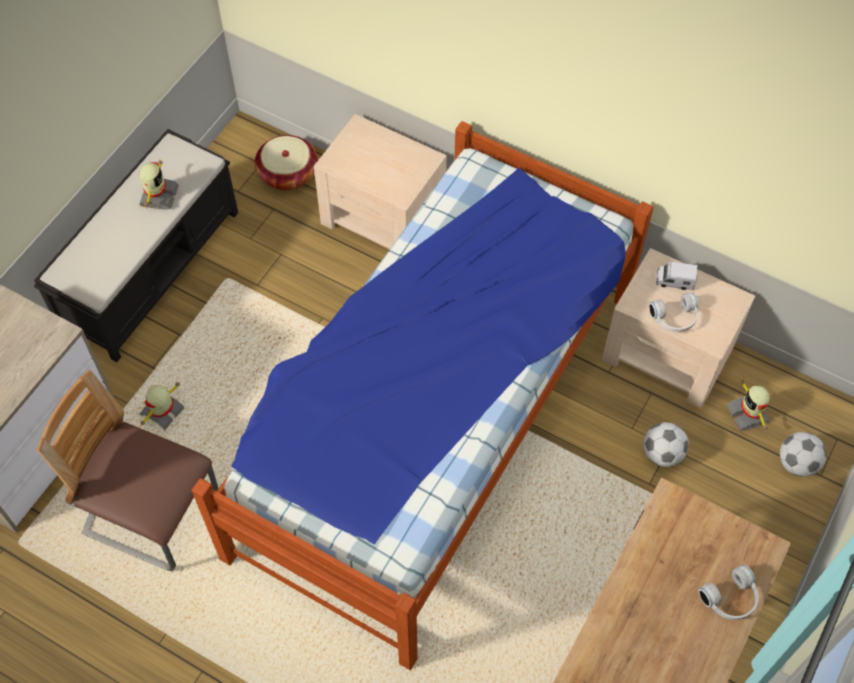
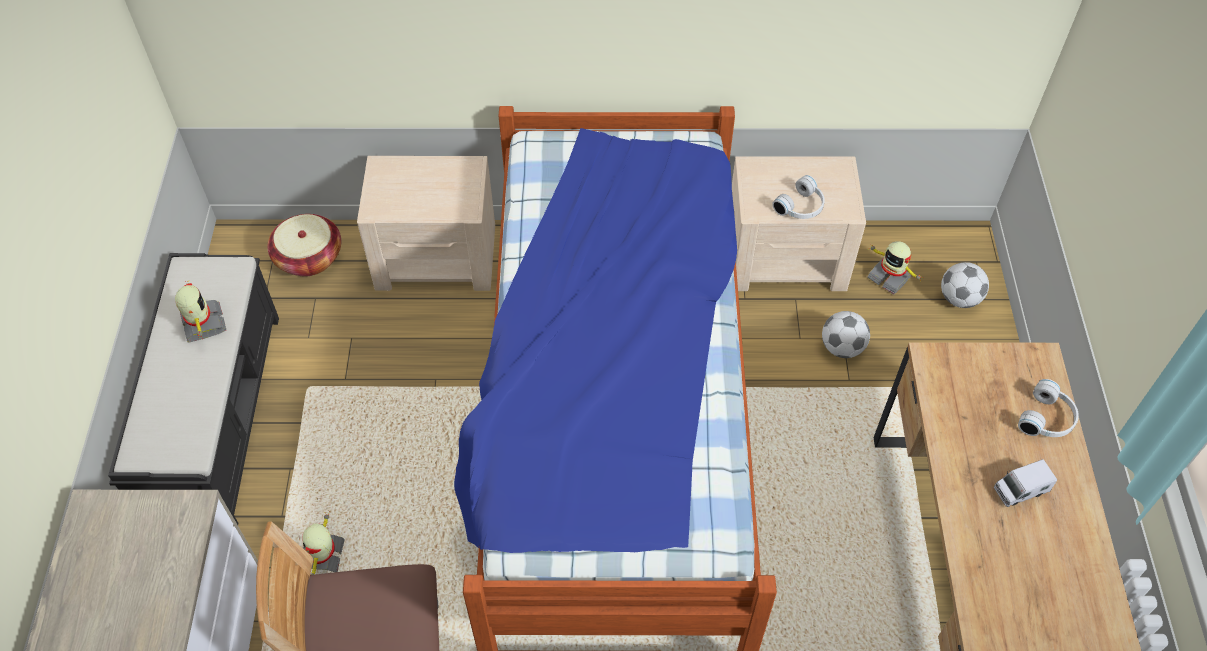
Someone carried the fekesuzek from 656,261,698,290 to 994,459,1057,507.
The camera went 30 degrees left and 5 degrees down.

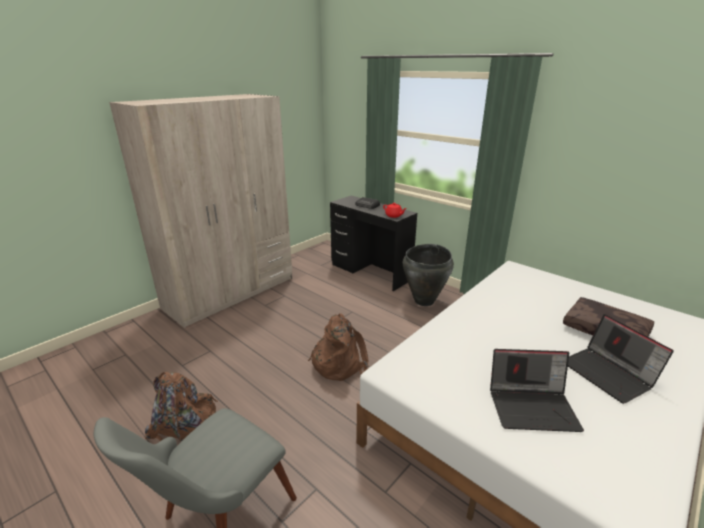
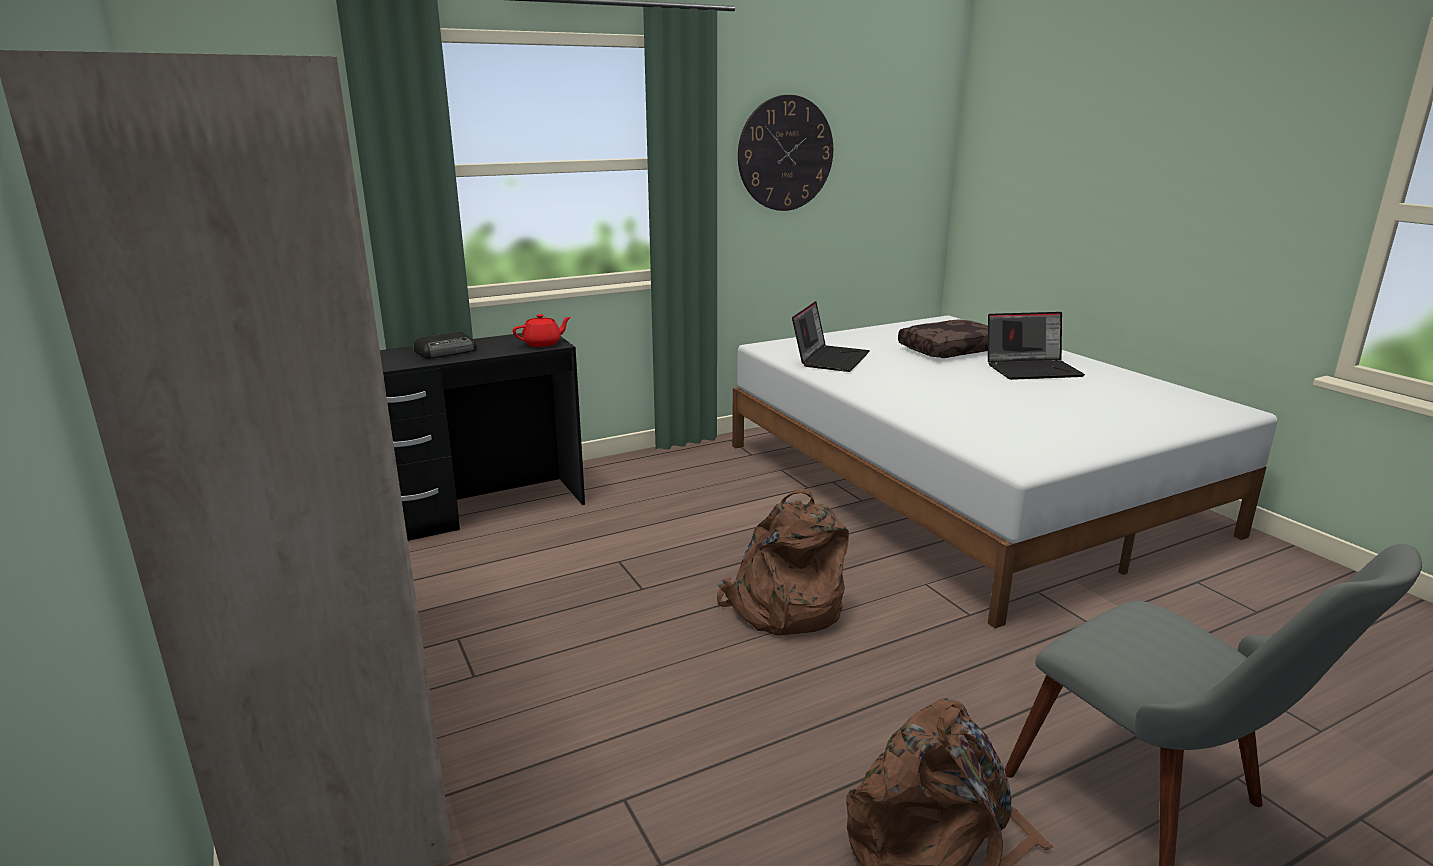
Someone took away the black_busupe at 403,244,454,306.
Someone carried the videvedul from 490,349,584,432 to 792,301,870,372.
Someone put up the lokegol at 738,95,833,211.
The camera went 70 degrees left and 5 degrees down.

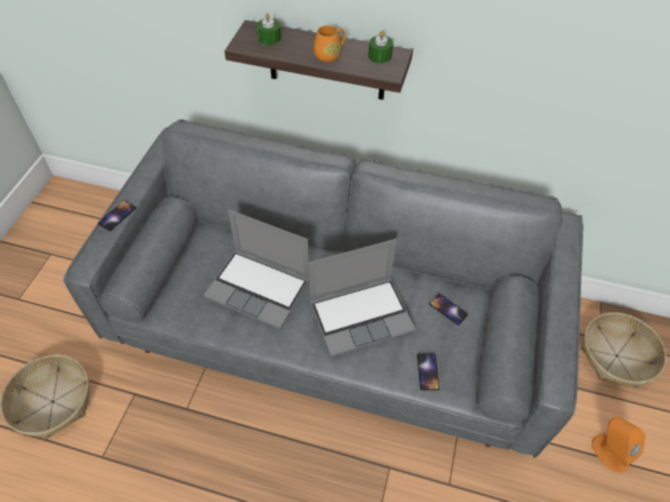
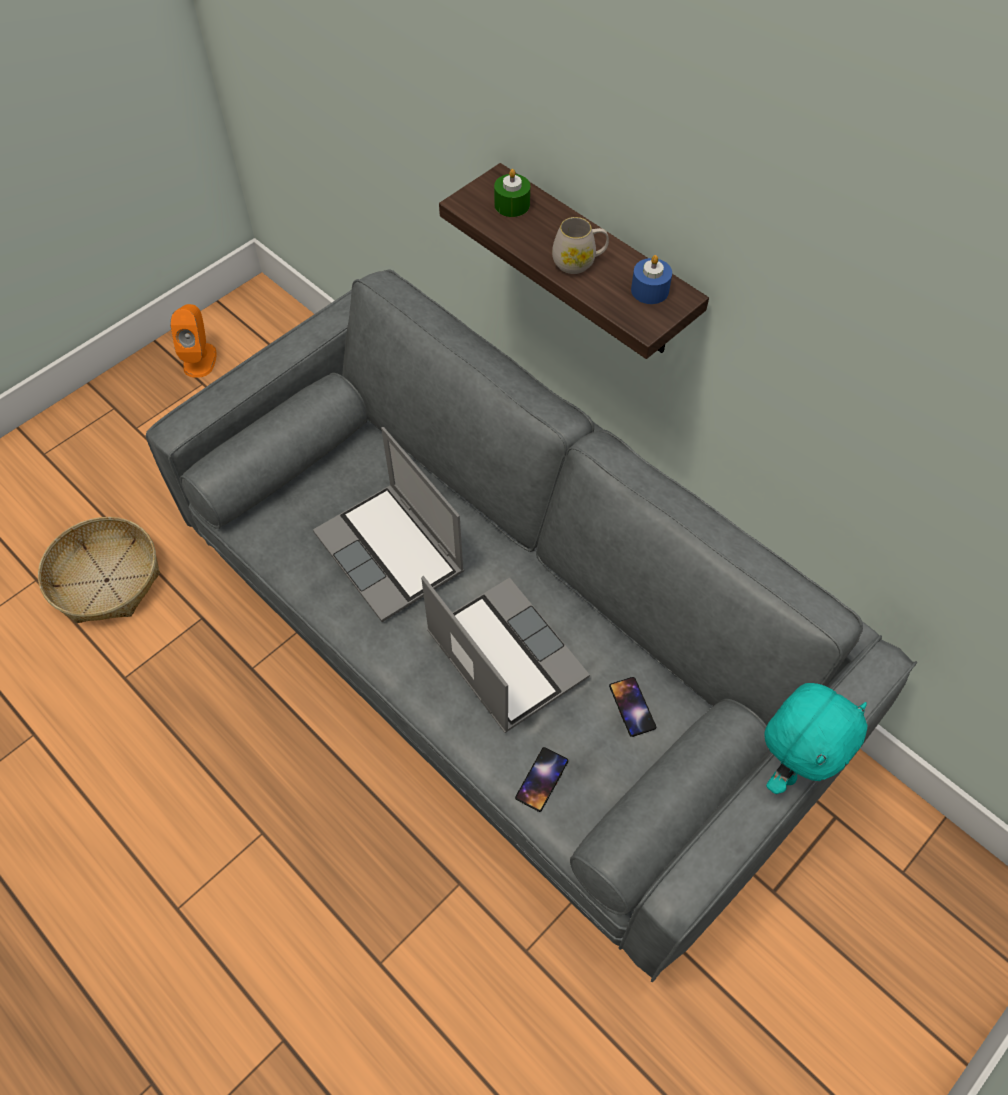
Someone took away the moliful at 98,201,136,231.
Someone rotated the videvedul at 309,239,416,357 by 135 degrees counterclockwise.
Someone repainted the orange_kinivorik at 314,25,346,62, which became the white_kinivorik at 552,217,609,274.
Someone repainted the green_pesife at 368,31,393,63, which became the blue_pesife at 631,255,672,304.
Someone took away the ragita at 581,312,666,388.
Someone carried the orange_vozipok from 591,417,645,473 to 170,304,217,378.
Someone put down the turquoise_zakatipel at 764,683,867,794.
The camera went 30 degrees right and 5 degrees up.

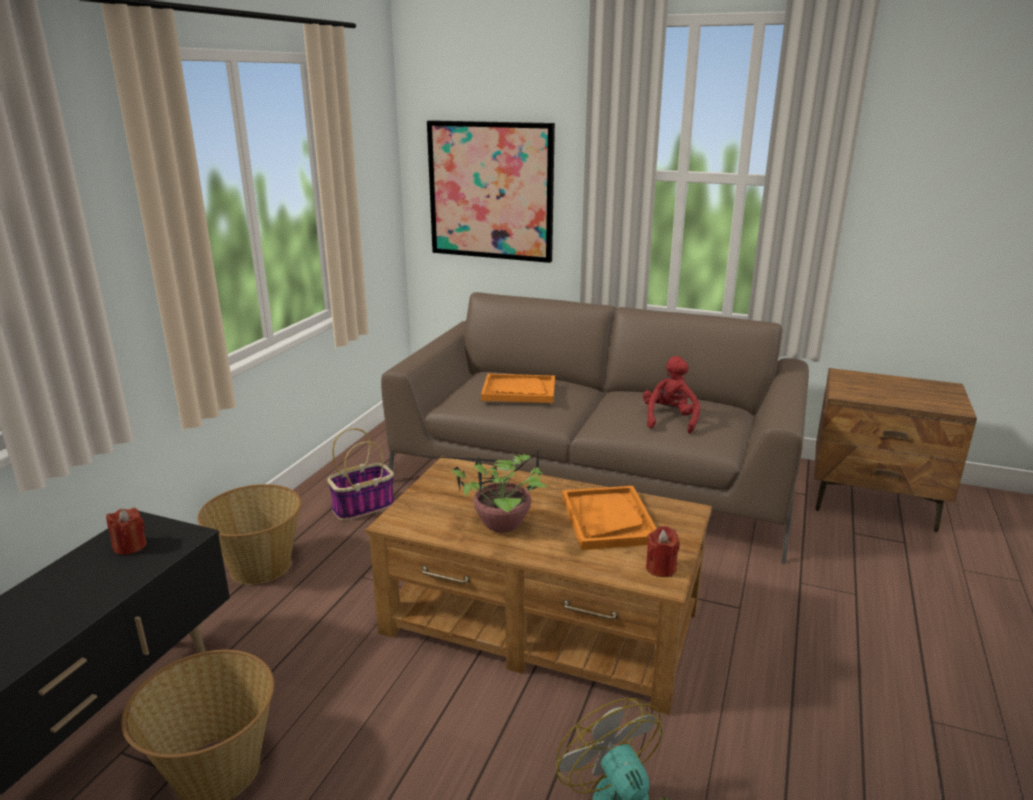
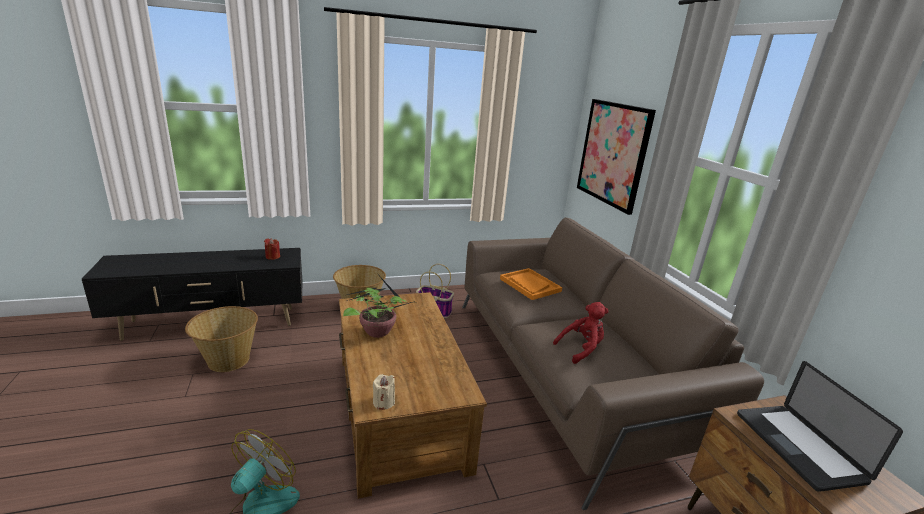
Someone took away the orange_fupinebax at 562,486,657,550.
Someone repainted the red_pesife at 646,526,680,577, which became the beige_pesife at 373,374,395,410.
Someone put down the videvedul at 737,361,903,492.
The camera went 50 degrees right and 0 degrees up.

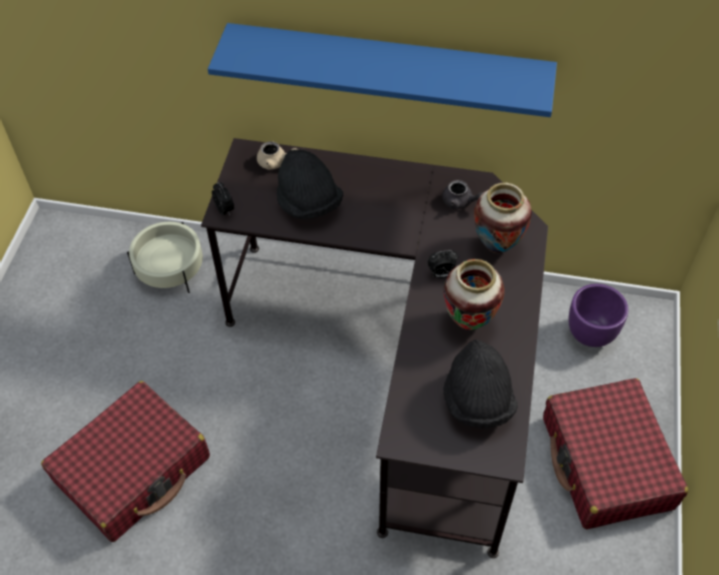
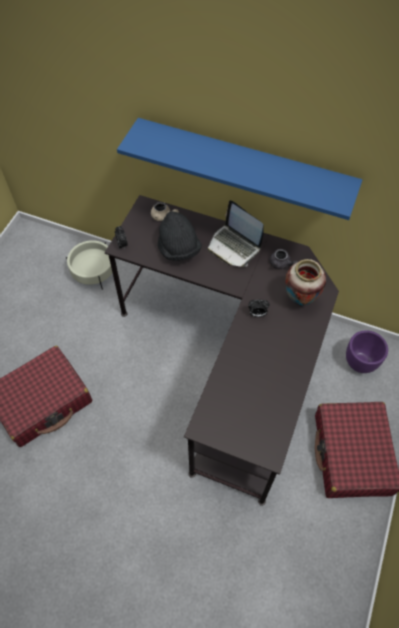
Someone took away the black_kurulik at 443,339,518,428.
Someone took away the busupe at 444,259,505,330.
Someone put down the videvedul at 207,200,263,267.
The camera went 10 degrees right and 5 degrees up.

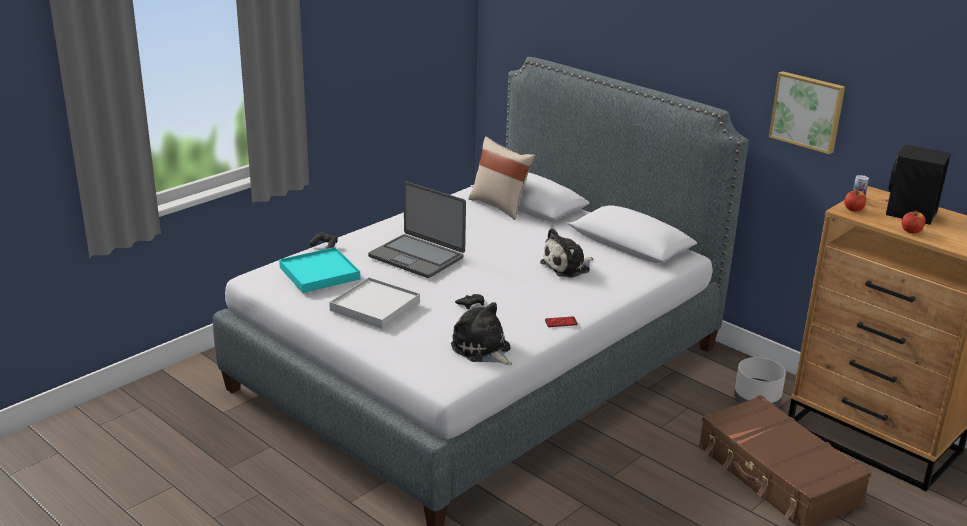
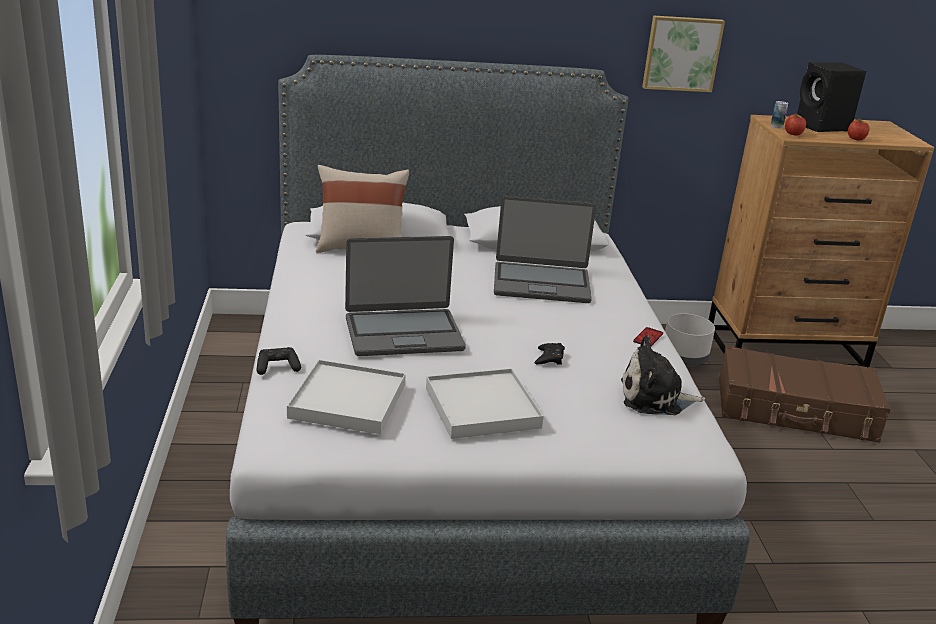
Someone repainted the turquoise_fupinebax at 279,247,360,293, which became the white_fupinebax at 287,360,406,435.
Someone swapped the zakatipel at 540,228,593,278 for the videvedul at 494,196,596,303.
The camera went 50 degrees left and 0 degrees up.

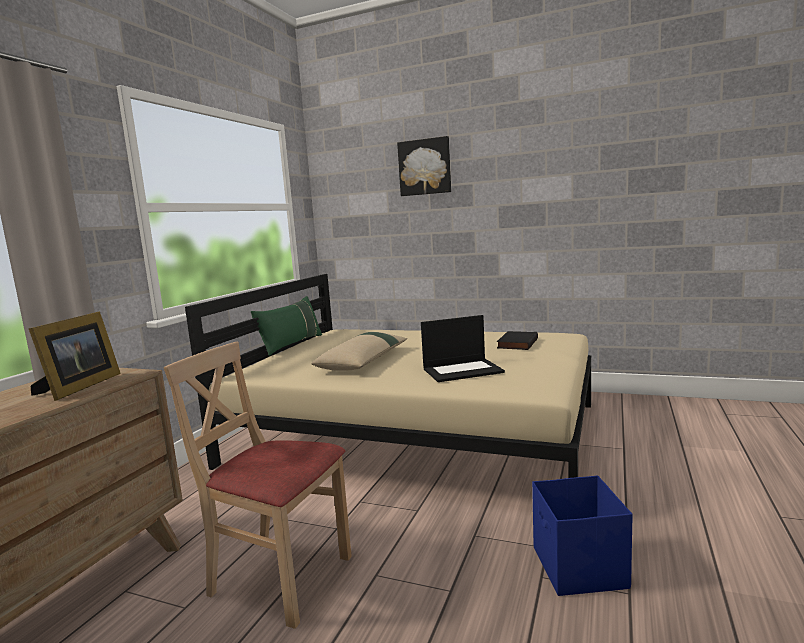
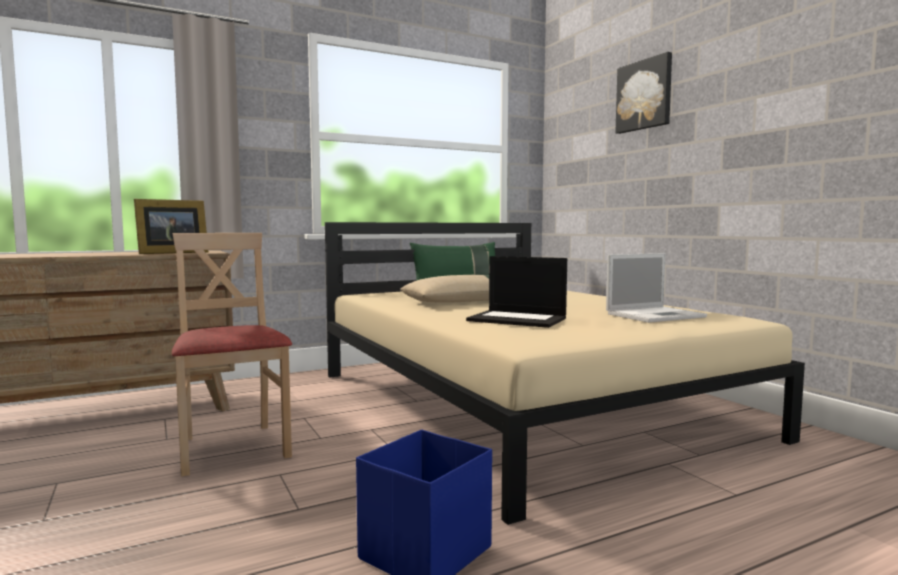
Someone swapped the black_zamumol at 497,331,538,350 for the videvedul at 606,253,707,323.
The camera went 40 degrees right and 5 degrees down.

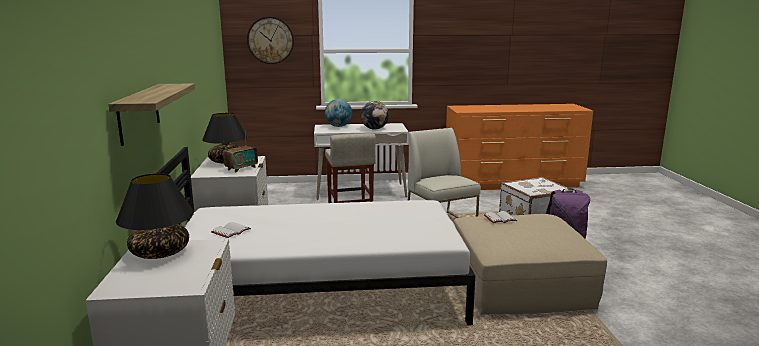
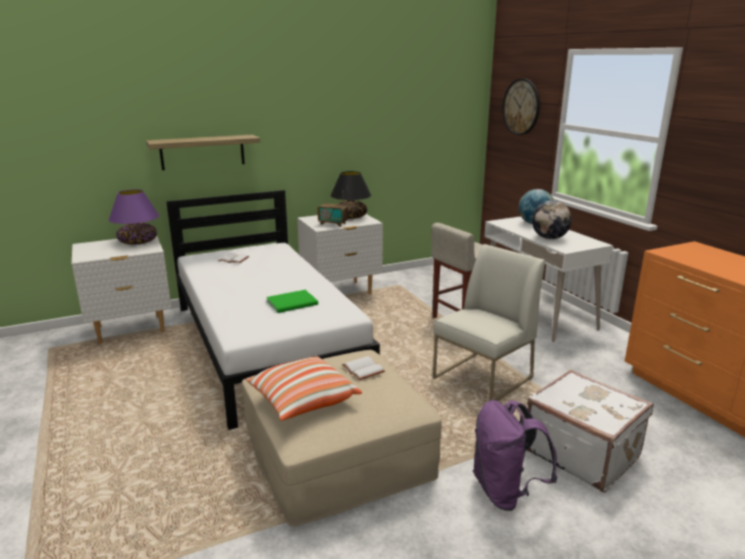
Someone repainted the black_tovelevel at 116,173,194,259, which became the purple_tovelevel at 109,189,159,245.
Someone put down the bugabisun at 245,356,362,421.
Someone put down the green_zamumol at 266,290,318,313.
The camera went 70 degrees right and 5 degrees up.

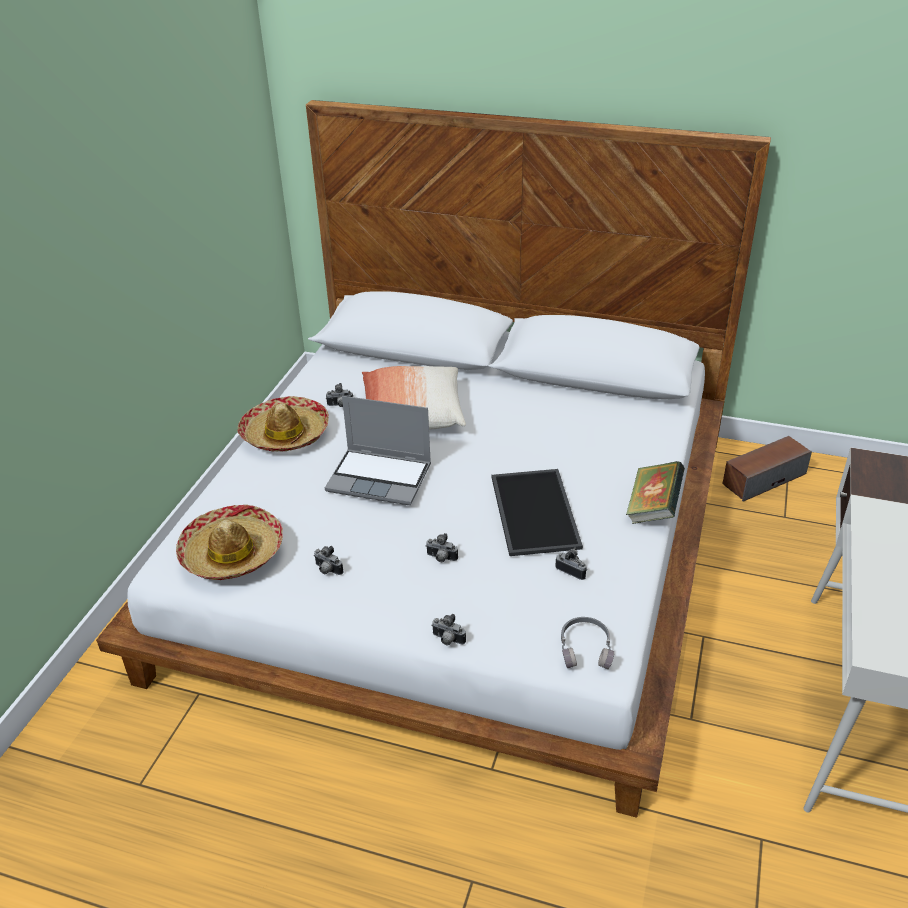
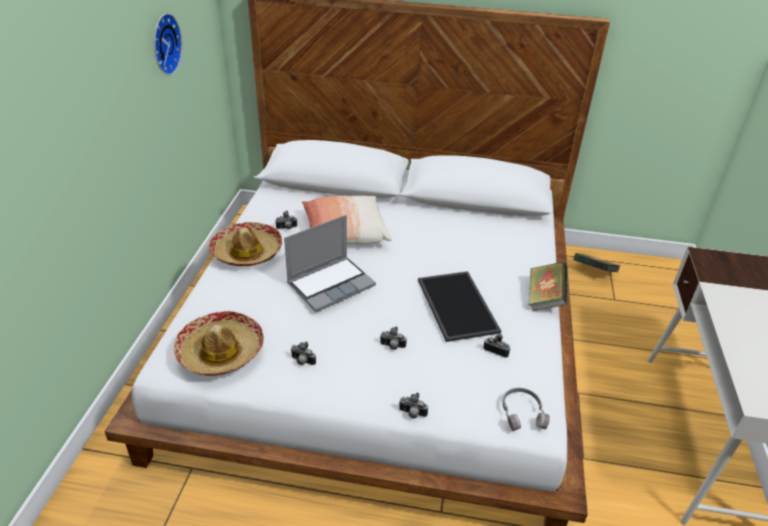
Someone rotated the videvedul at 325,396,431,505 by 45 degrees counterclockwise.
Someone swapped the vozipok at 722,436,812,502 for the zamumol at 573,253,620,272.
Someone put up the lokegol at 154,13,182,75.
The camera went 10 degrees left and 0 degrees up.

